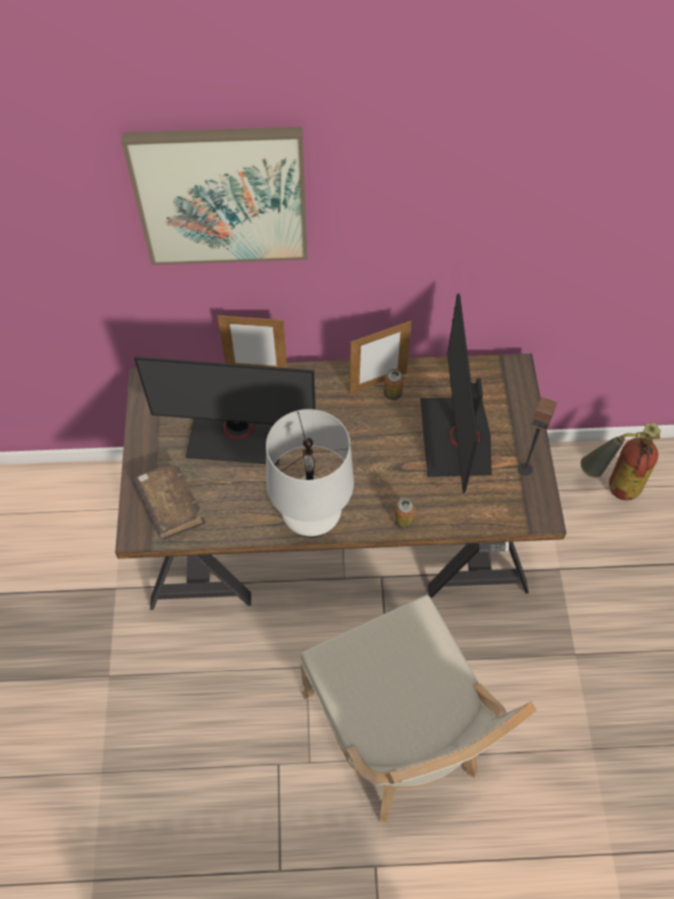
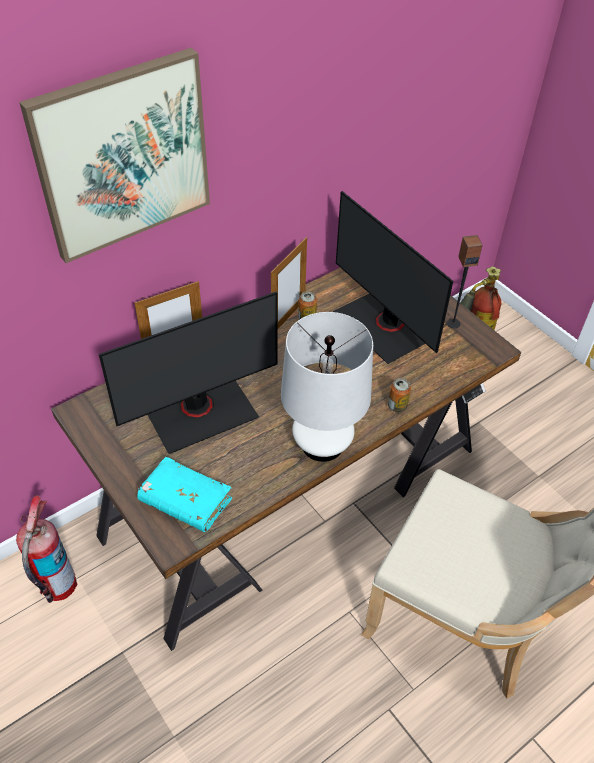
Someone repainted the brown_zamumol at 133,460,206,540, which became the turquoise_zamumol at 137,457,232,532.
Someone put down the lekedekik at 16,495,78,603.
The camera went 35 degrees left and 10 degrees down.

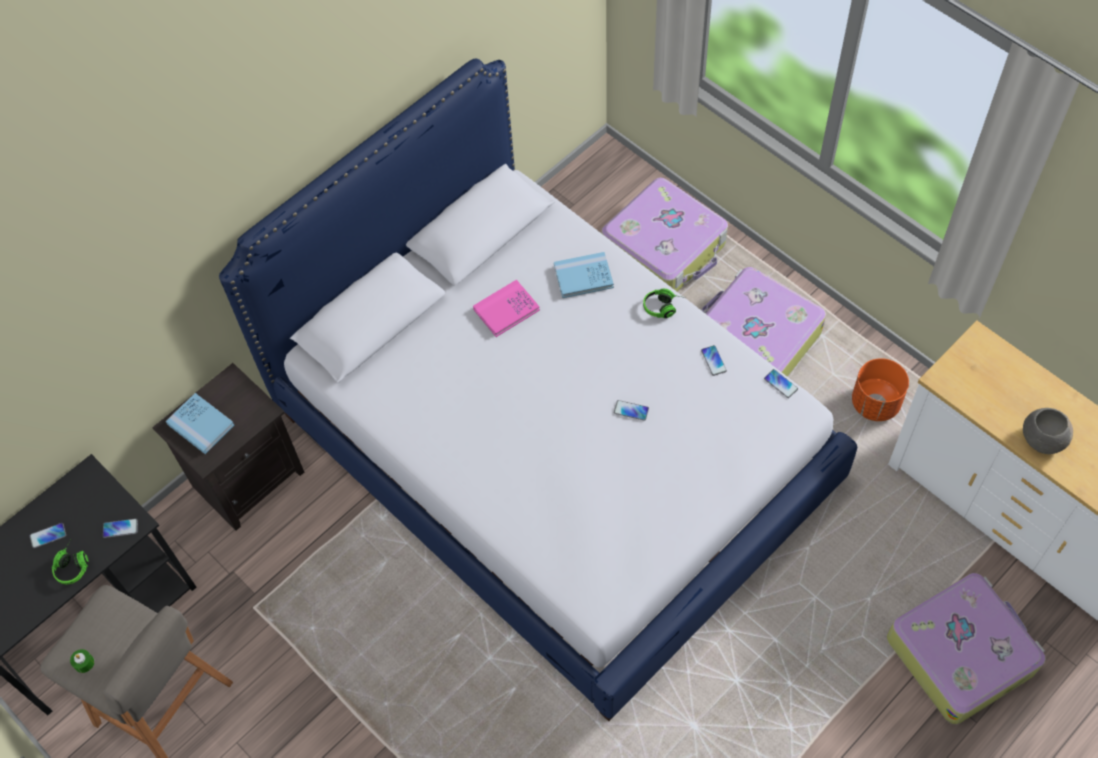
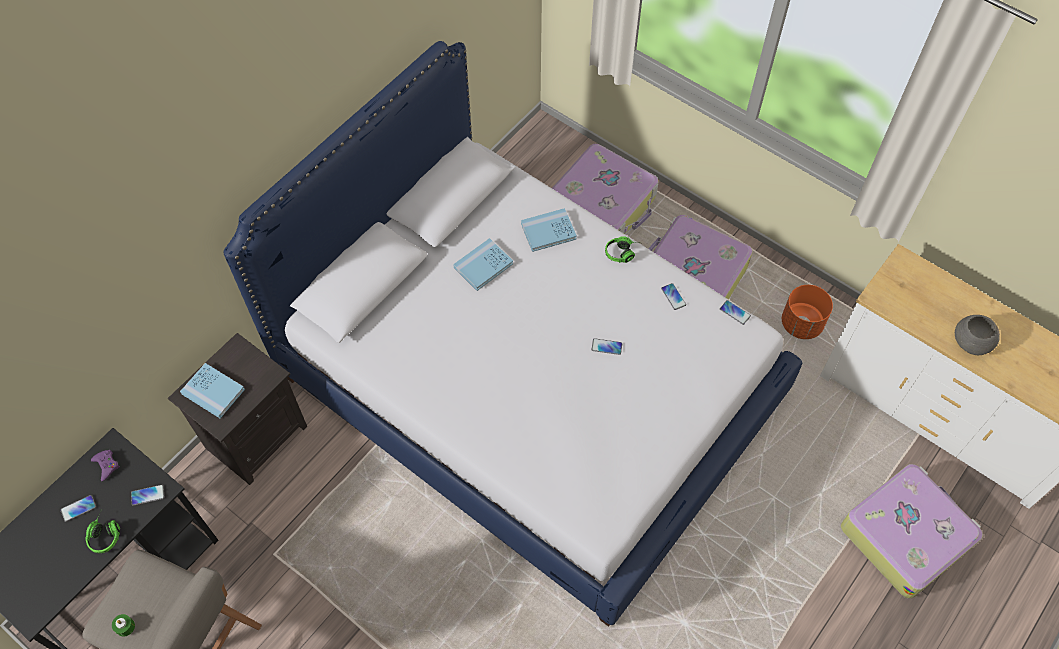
Someone repainted the pink_zamumol at 473,279,540,337, which became the blue_zamumol at 453,238,513,291.
Someone put down the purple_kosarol at 91,450,120,481.
The camera went 10 degrees left and 0 degrees up.

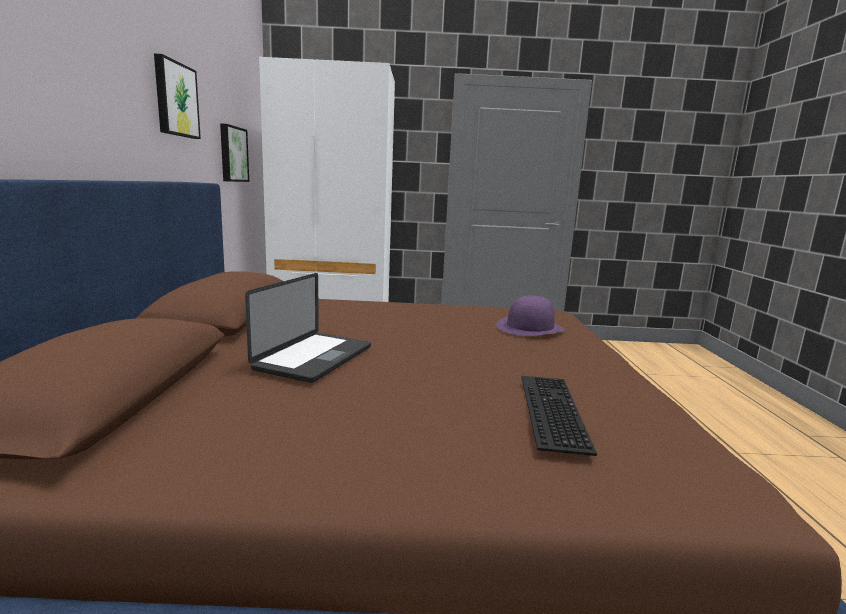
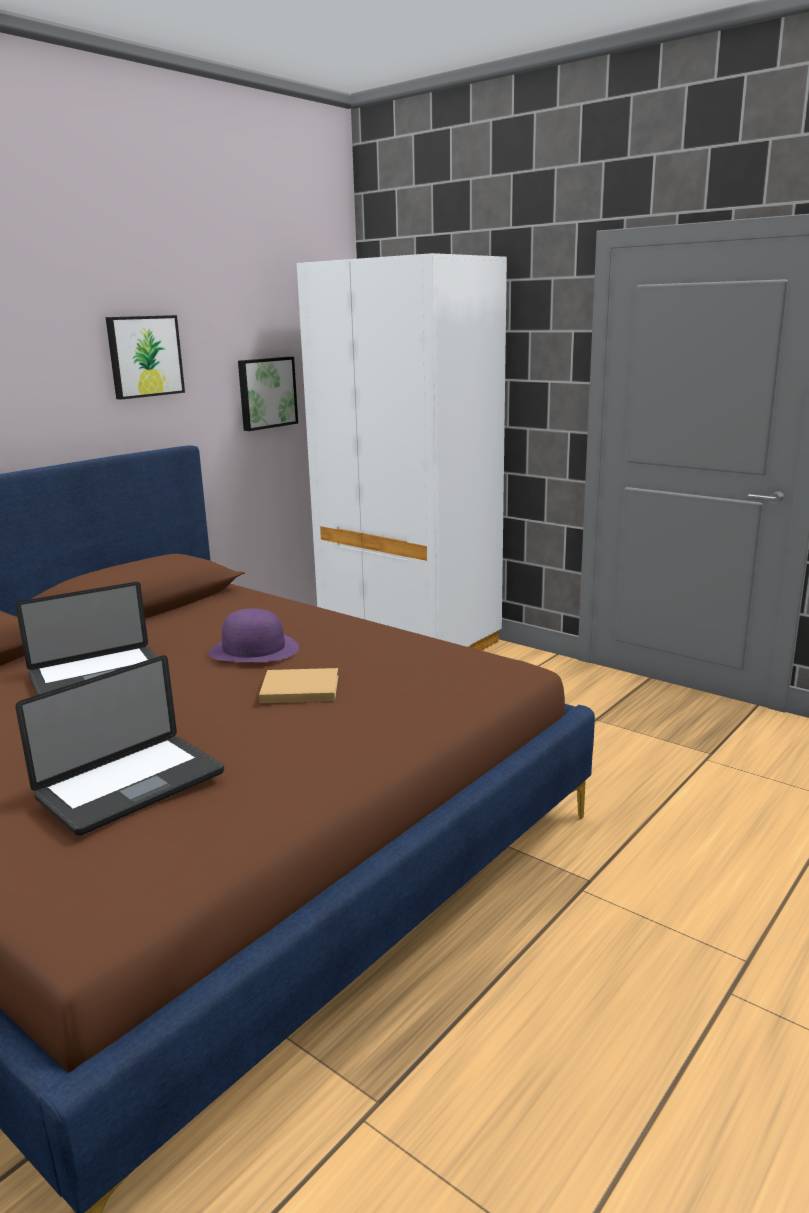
Someone carried the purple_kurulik from 496,296,565,336 to 209,608,299,662.
Someone swapped the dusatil at 521,376,597,456 for the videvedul at 15,655,224,836.
Someone put down the beige_zamumol at 259,668,339,703.
The camera went 40 degrees right and 5 degrees up.

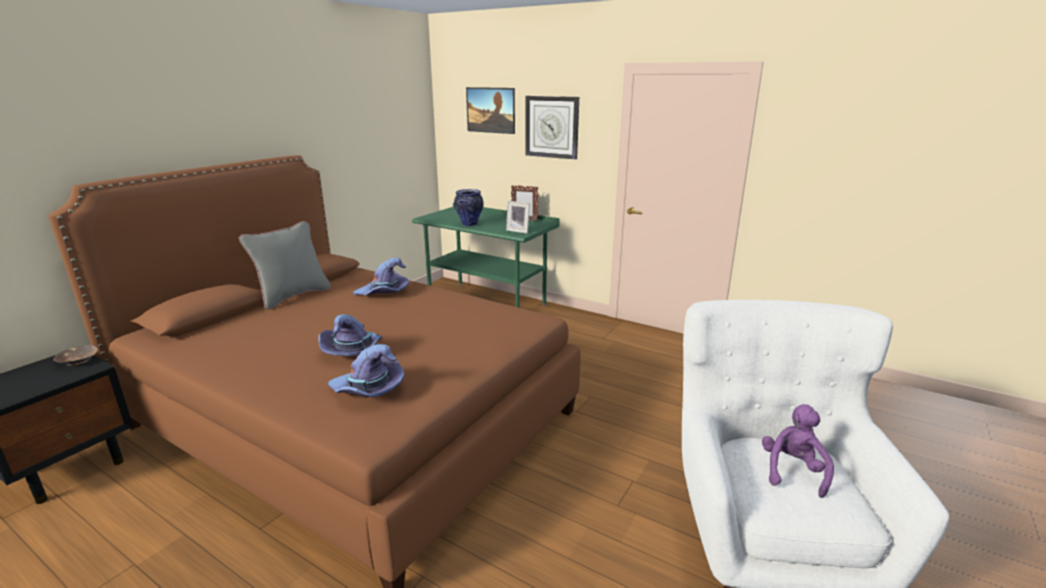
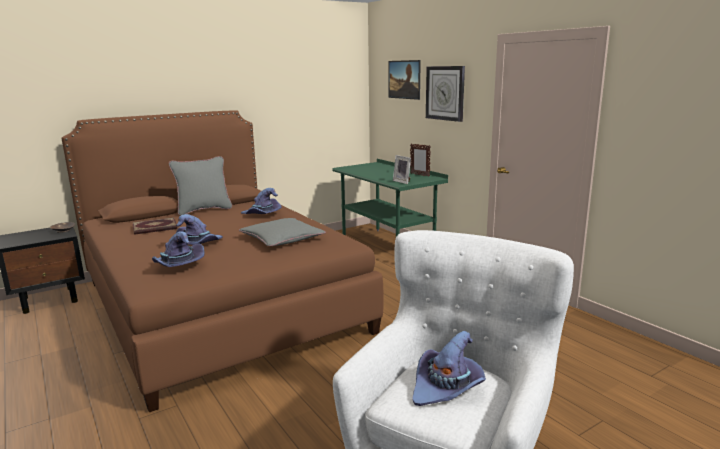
Someone took away the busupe at 454,189,484,226.
Someone swapped the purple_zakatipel at 762,404,834,498 for the purple_kurulik at 412,331,486,406.
Someone put down the zamumol at 132,217,177,235.
Someone put down the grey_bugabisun at 239,218,326,246.
The camera went 25 degrees right and 5 degrees down.

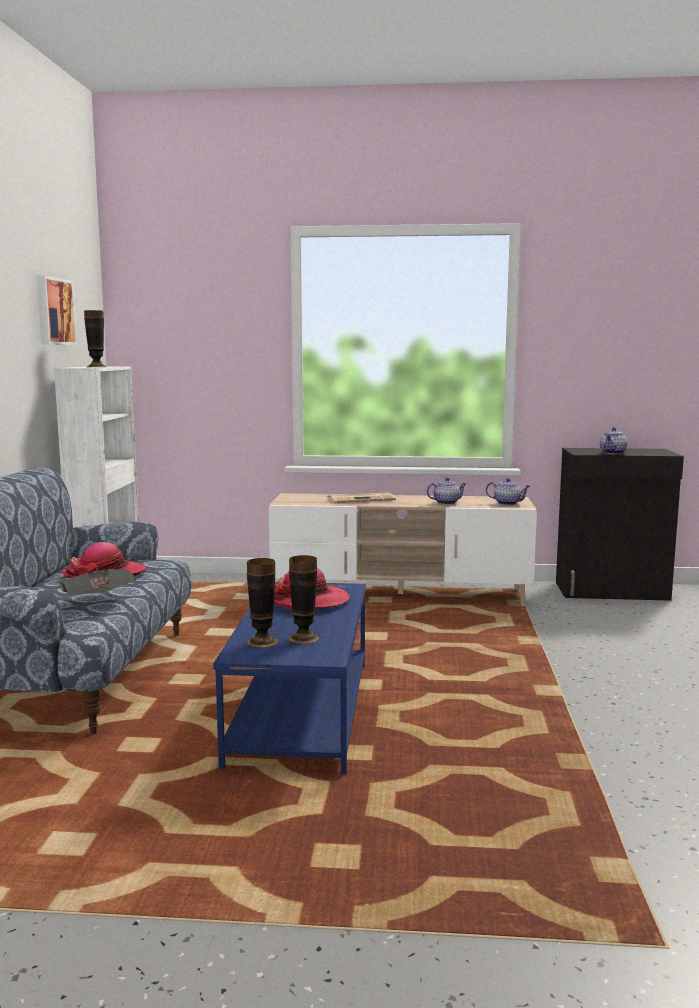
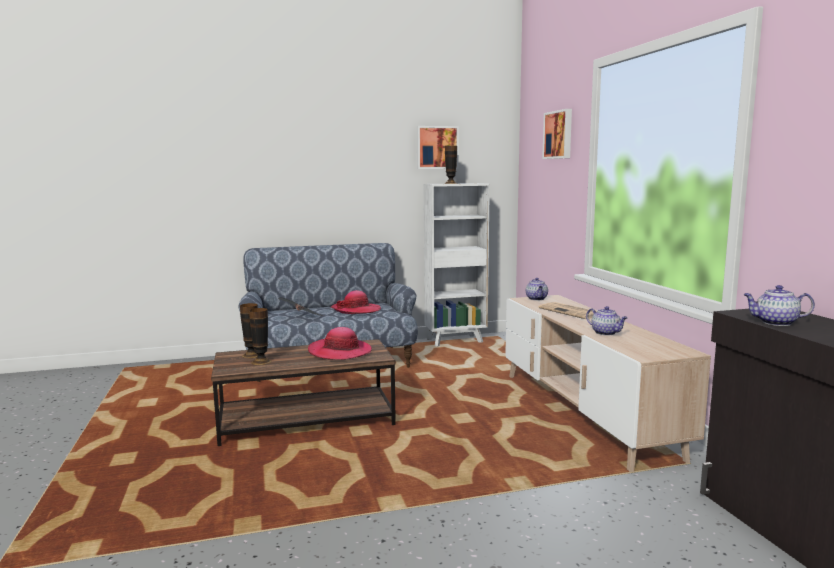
Someone repainted the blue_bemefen at 213,582,366,774, which became the brown_bemefen at 211,339,396,446.
Someone carried the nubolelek from 486,478,530,505 to 526,278,548,301.
Someone put up the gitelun at 542,109,572,159.
The camera went 70 degrees right and 0 degrees up.

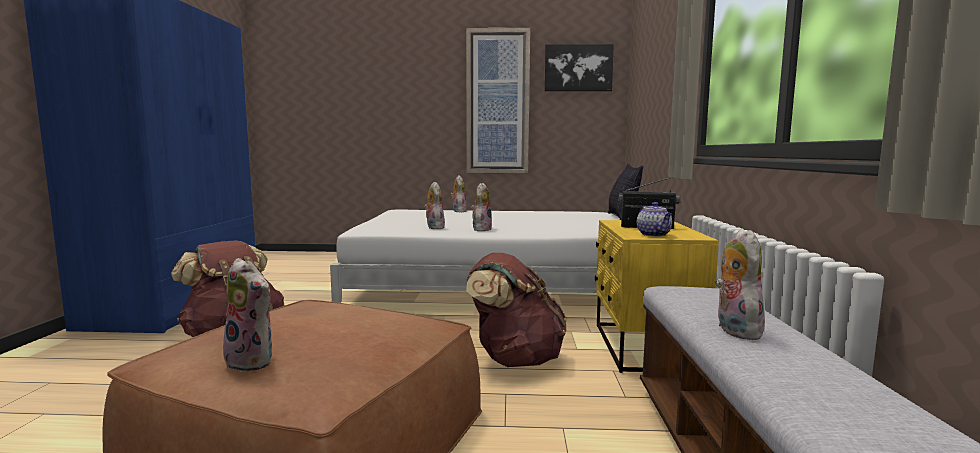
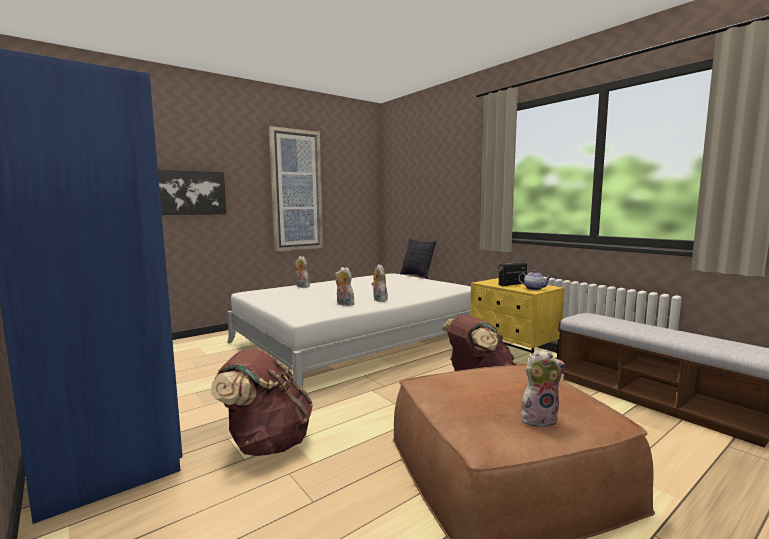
Someone carried the gitelun from 544,44,614,91 to 158,169,226,215.
Someone took away the zakatipel at 715,229,767,340.
The camera went 40 degrees left and 0 degrees up.

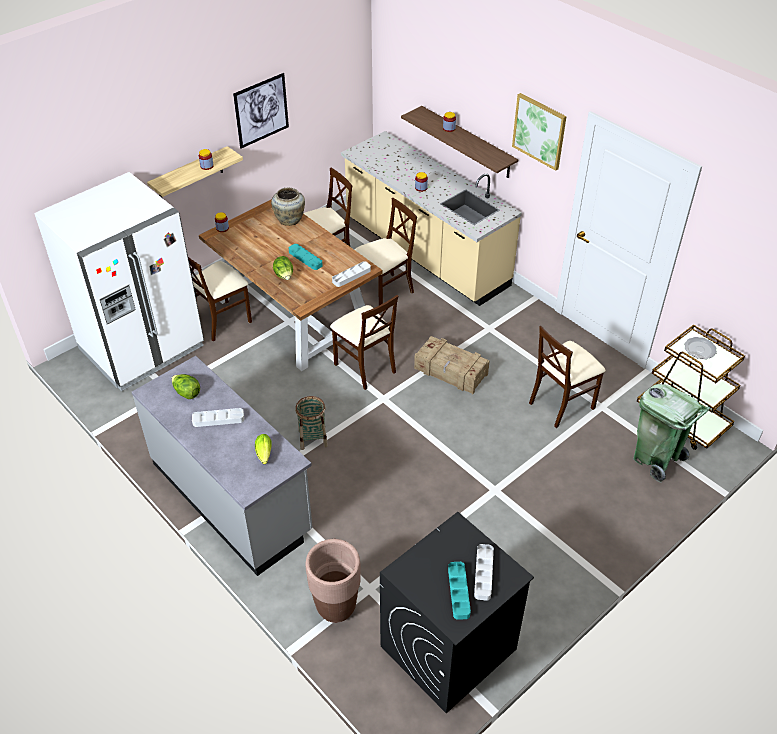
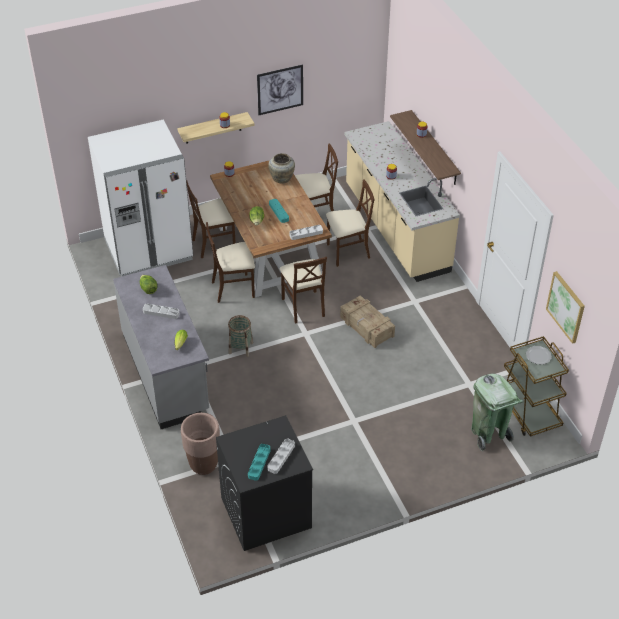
Someone carried the gitelun from 512,93,567,171 to 546,271,585,344.
Someone carried the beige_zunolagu from 529,326,606,428 to 206,222,255,303.
The camera went 20 degrees right and 0 degrees up.

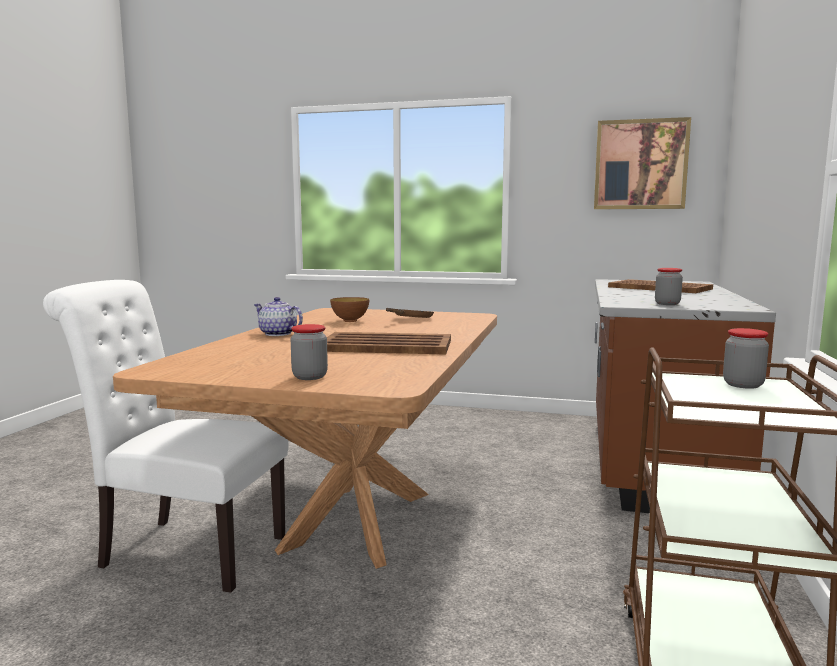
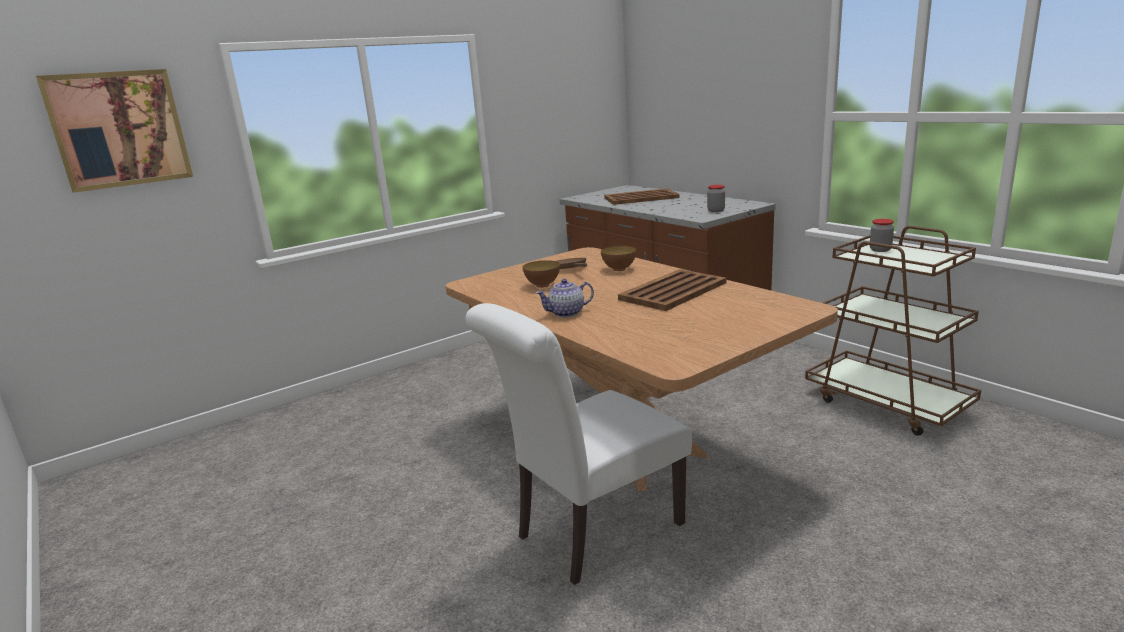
Someone took away the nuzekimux at 291,324,328,380.
Someone carried the gitelun from 594,117,691,209 to 36,69,193,193.
Someone put down the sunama at 601,246,636,271.
The camera went 50 degrees left and 10 degrees up.

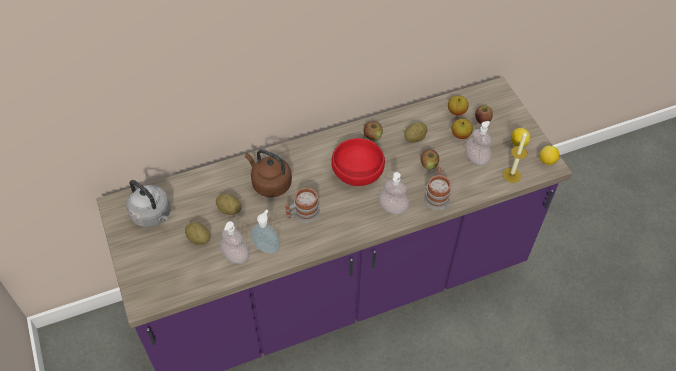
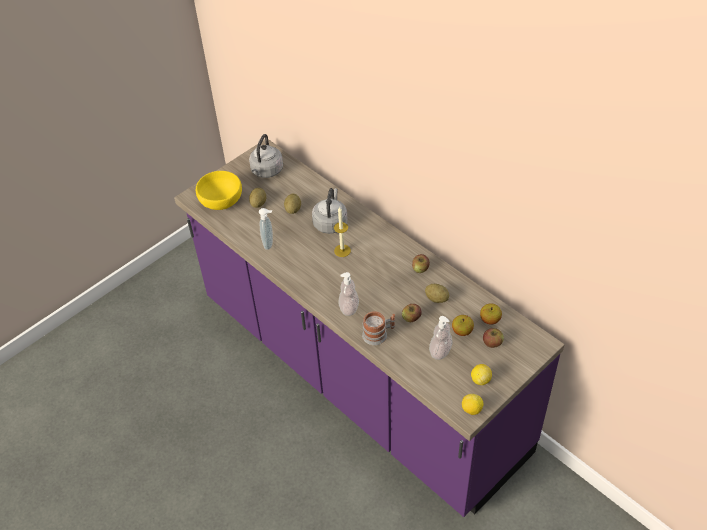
Someone took away the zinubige at 220,221,250,264.
Someone repainted the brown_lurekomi at 245,149,292,197, which became the grey_lurekomi at 312,188,348,234.
Someone took away the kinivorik at 285,187,320,223.
Someone took away the red_sunama at 331,138,385,186.
Someone carried the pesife from 503,132,527,183 to 334,207,351,257.
Someone put down the yellow_sunama at 196,171,242,210.
The camera went 70 degrees right and 5 degrees down.

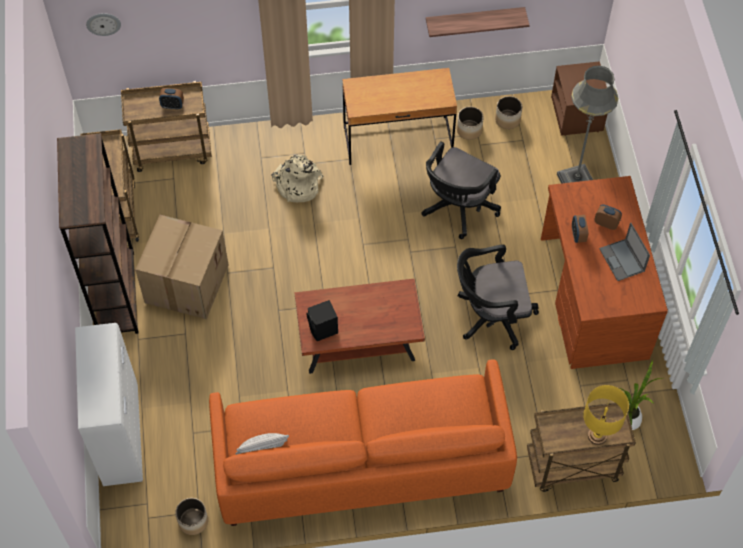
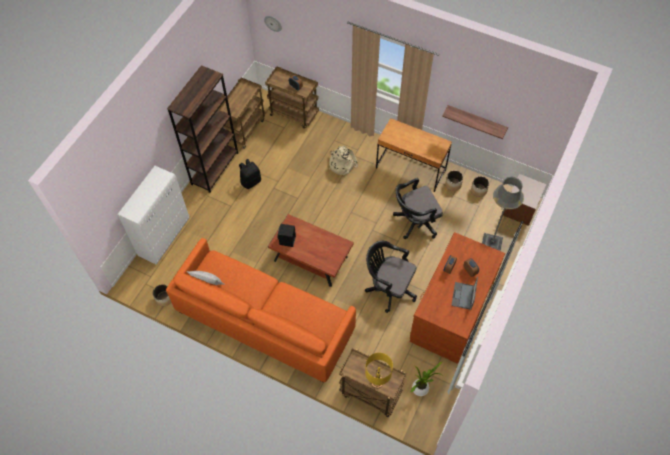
Someone swapped the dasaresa at 135,214,228,319 for the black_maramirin at 239,159,261,189.
The camera went 35 degrees right and 0 degrees up.

